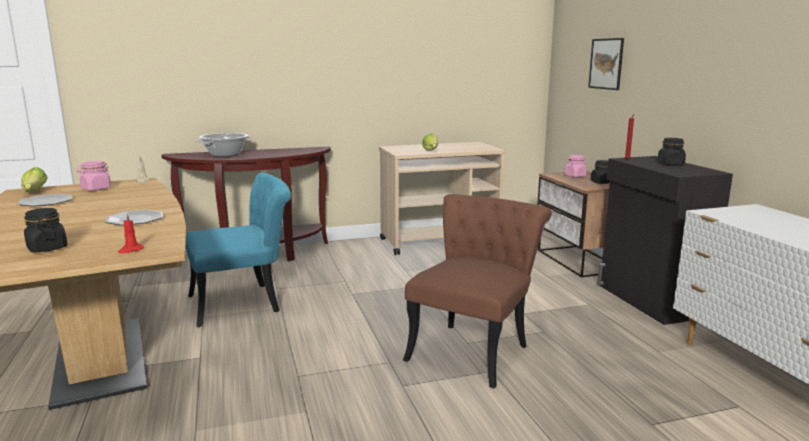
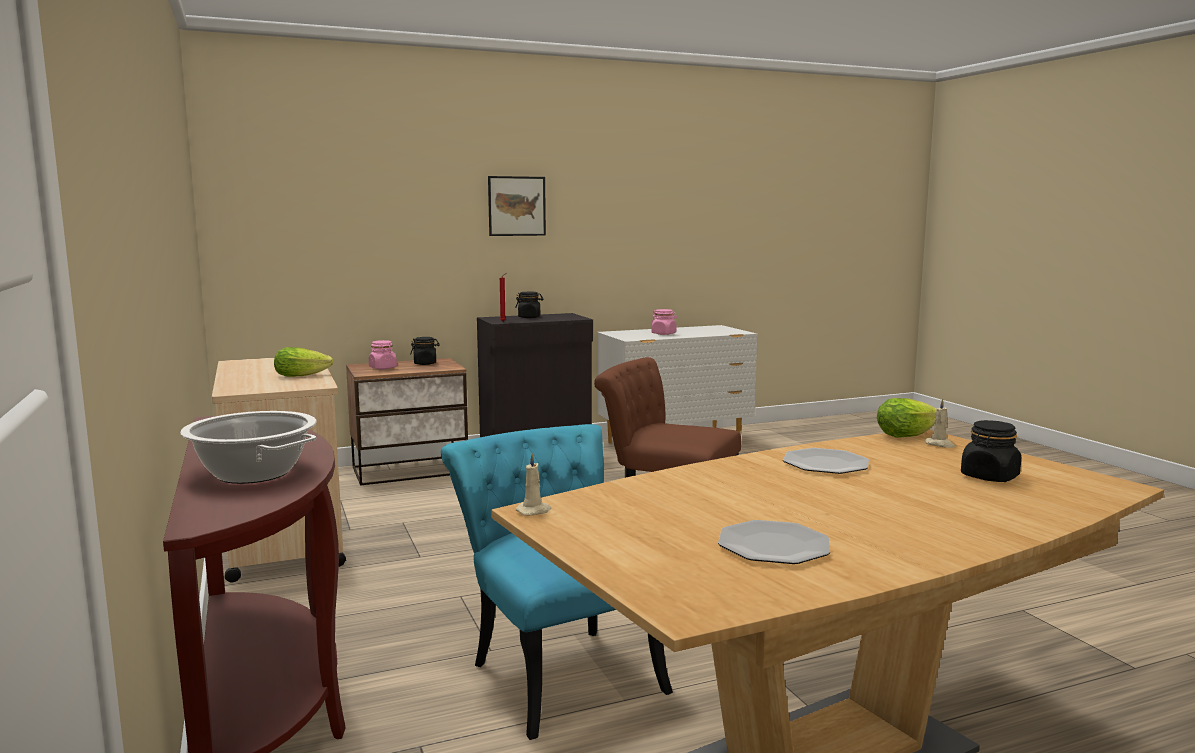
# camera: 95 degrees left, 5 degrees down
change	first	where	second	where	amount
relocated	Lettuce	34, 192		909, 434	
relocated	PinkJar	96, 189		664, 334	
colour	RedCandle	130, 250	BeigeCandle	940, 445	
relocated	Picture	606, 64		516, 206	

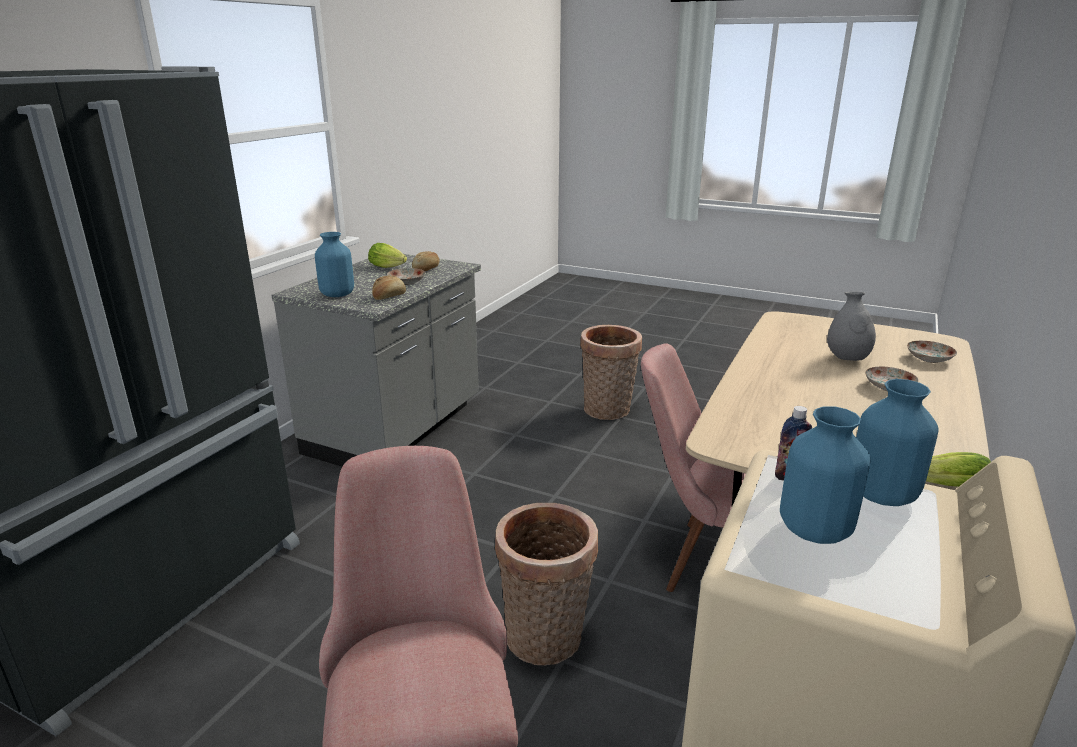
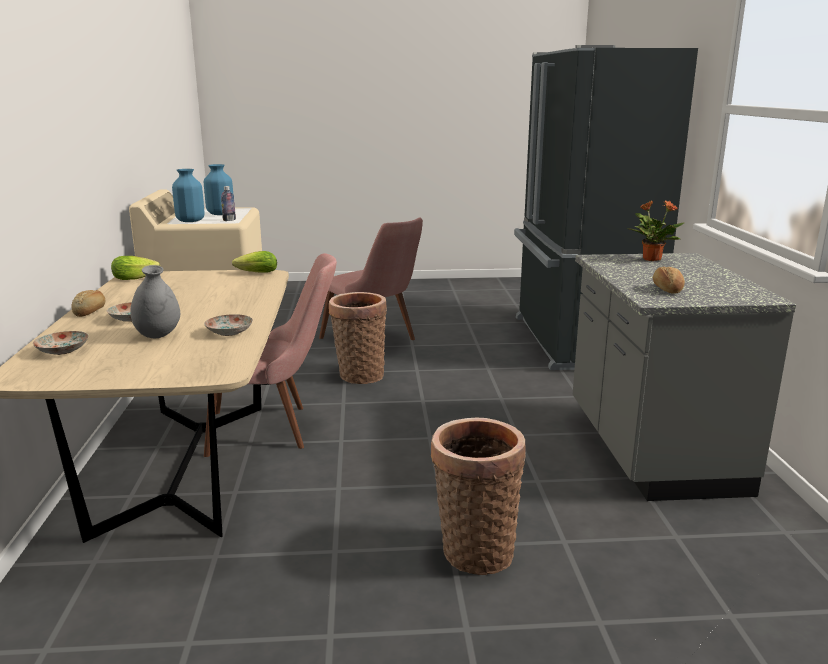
# camera: 150 degrees right, 5 degrees down
change	first	where	second	where	amount
exchanged	BlueVase	337, 294	PottedPlant	651, 259	
relocated	Lettuce	389, 267		255, 273	
relocated	Bread	389, 296		90, 311	
relocated	Plate	406, 282		230, 332	

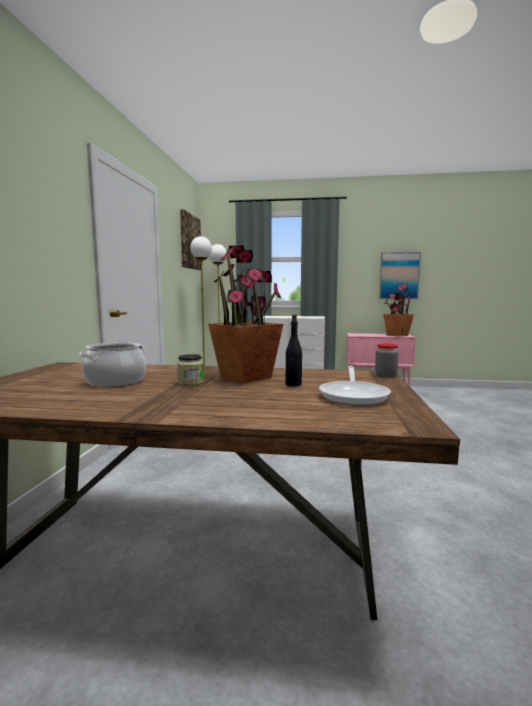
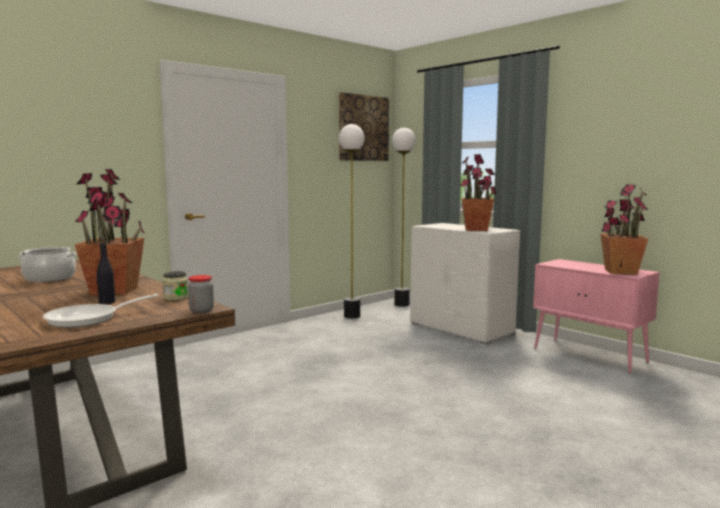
# camera: 40 degrees right, 0 degrees up
change	first	where	second	where	amount
relocated	Jar	190, 382		176, 298	
missing	Picture	399, 276			
appeared			PottedPlant	476, 229	

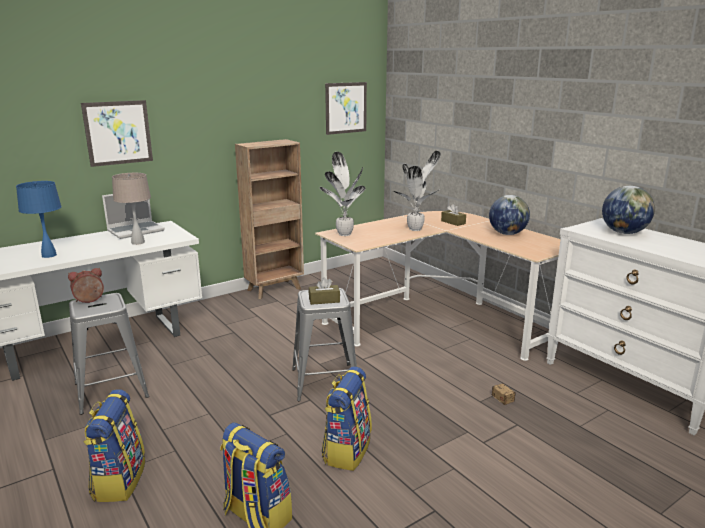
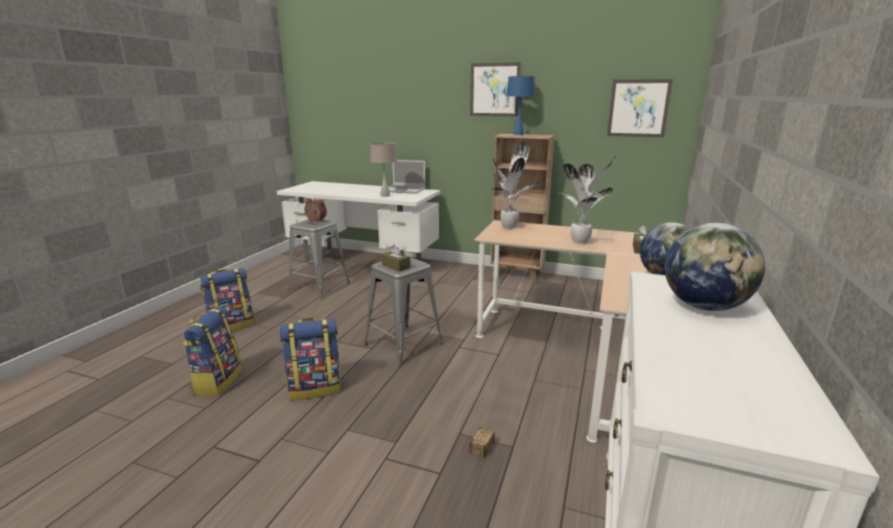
# camera: 55 degrees right, 0 degrees up
change	first	where	second	where	amount
relocated	BlueTableLamp	49, 255		518, 134	
relocated	Picture	118, 133		494, 89	

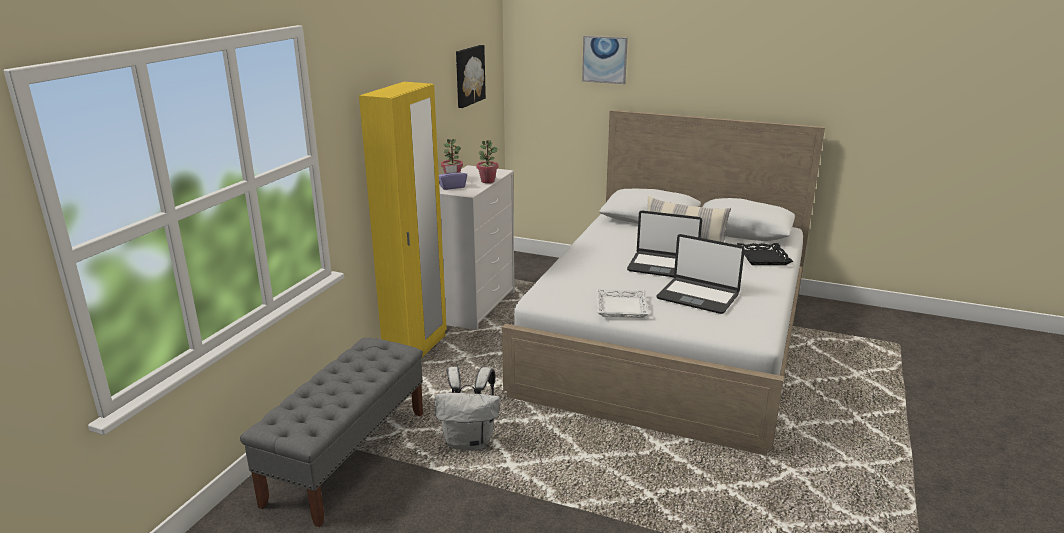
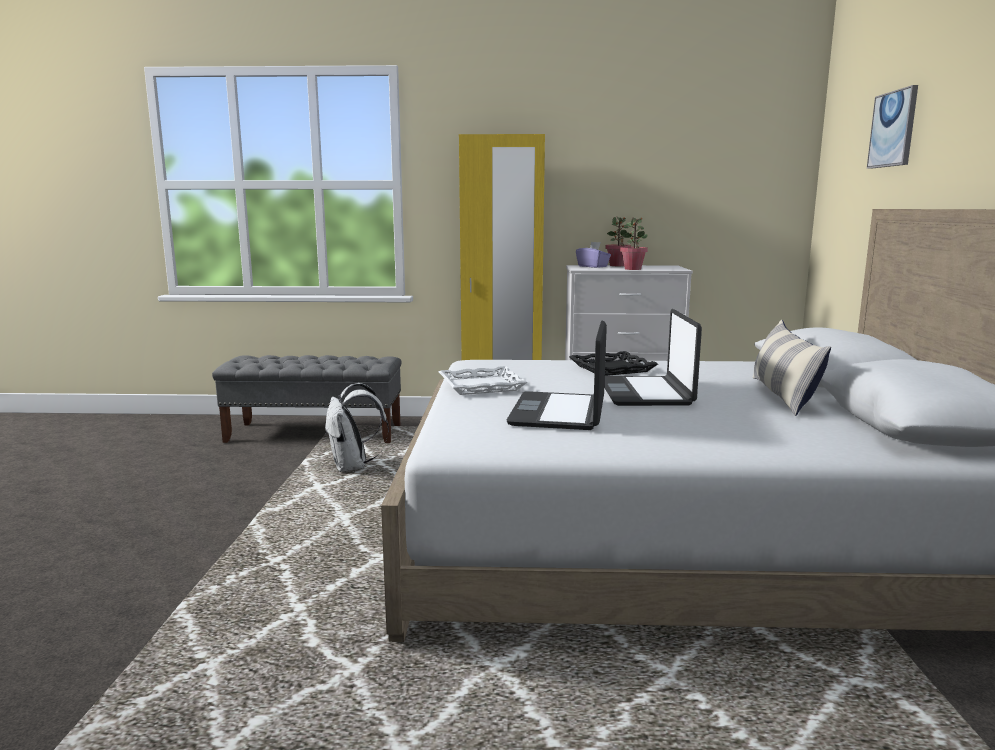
# camera: 70 degrees right, 10 degrees down
change	first	where	second	where	amount
missing	Picture	468, 75			
relocated	BlackTray	763, 258		612, 369	

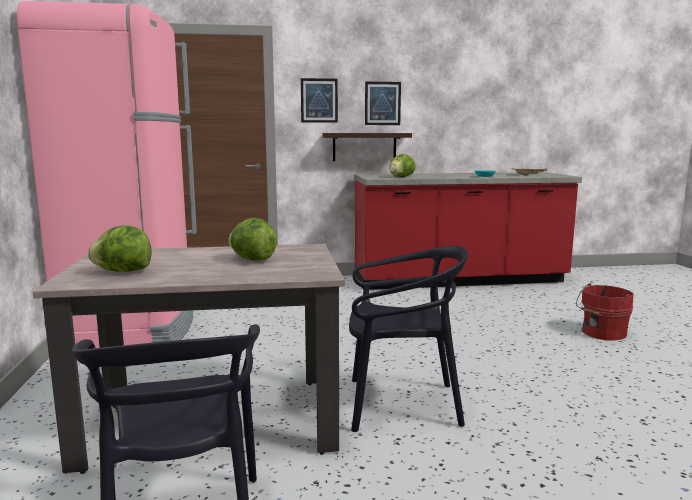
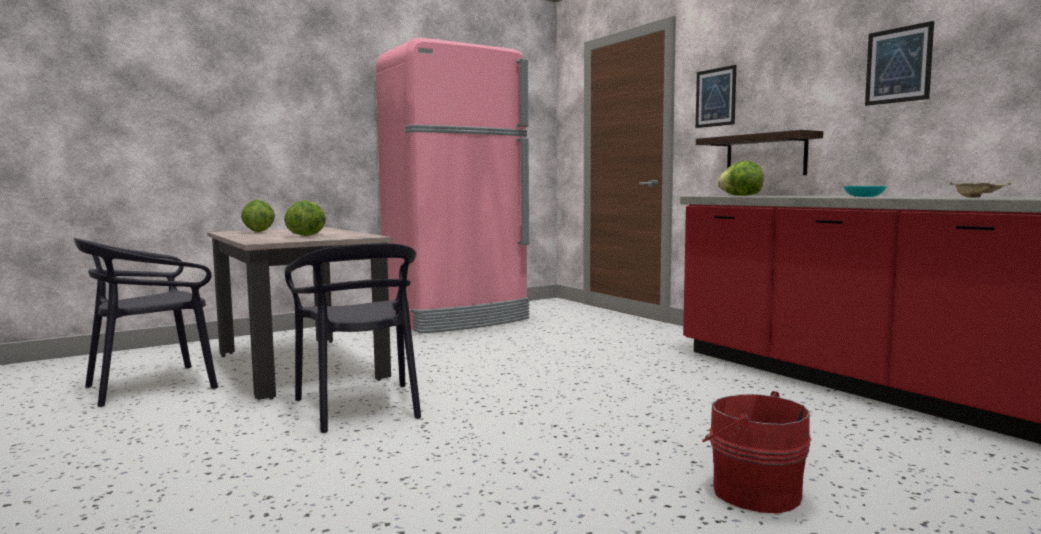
# camera: 65 degrees right, 5 degrees down
change	first	where	second	where	amount
relocated	Picture	382, 103		898, 65	

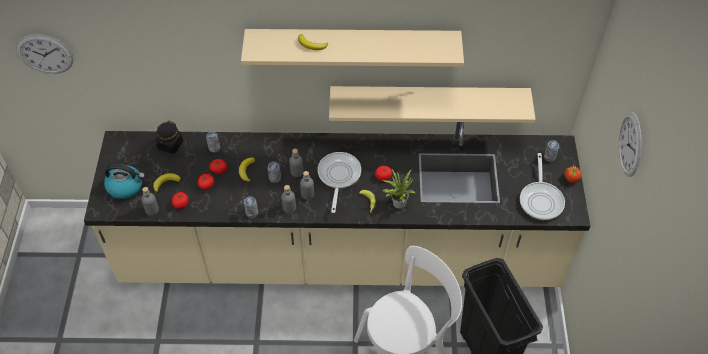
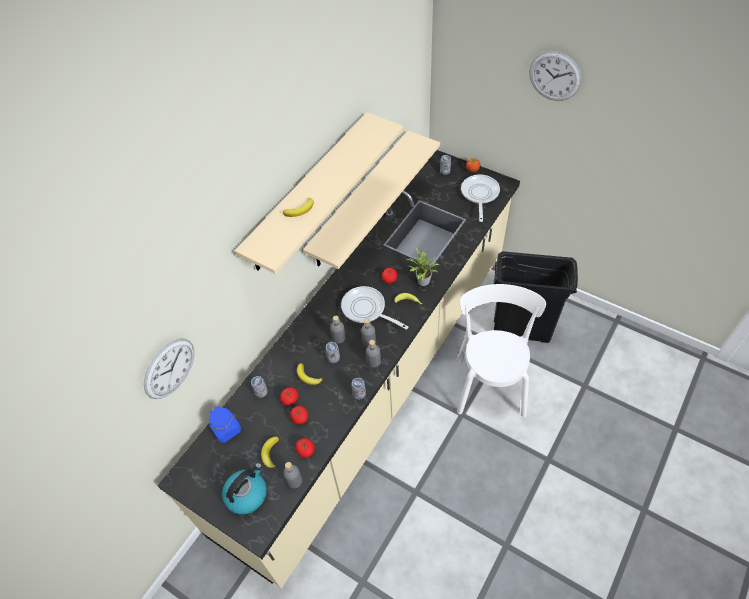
# camera: 55 degrees left, 0 degrees up
change	first	where	second	where	amount
relocated	WallClock	44, 54		169, 368	
colour	BlackJar	170, 145	BlueJar	226, 429	
spun	FryingPan	541, 199		479, 195	120 degrees counterclockwise

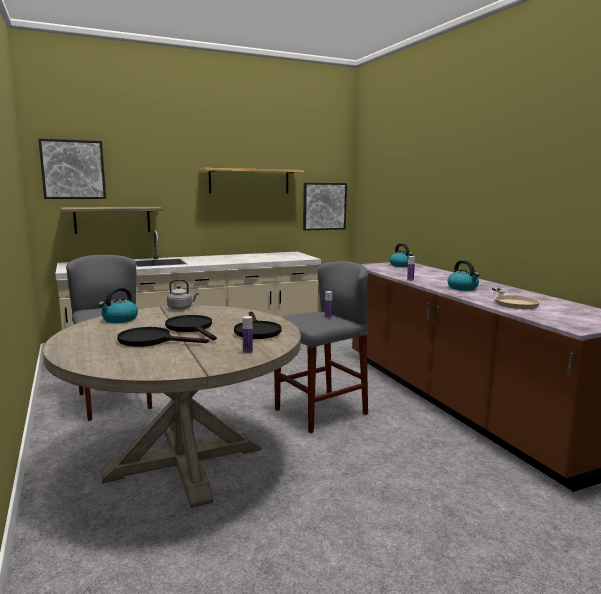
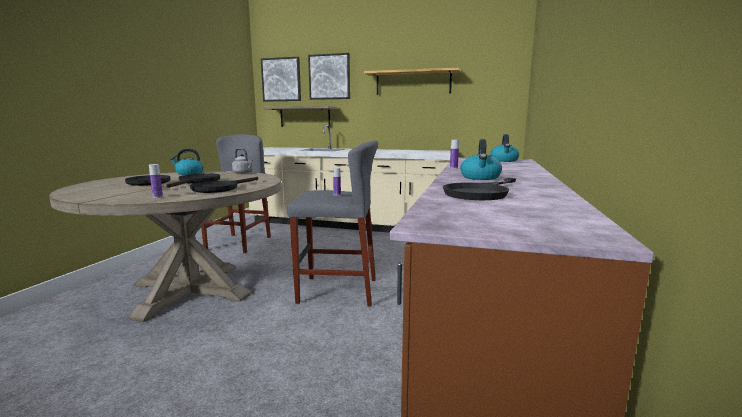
# camera: 40 degrees right, 0 degrees up
change	first	where	second	where	amount
relocated	Picture	324, 206		329, 77	
colour	BeigeFryingPan	513, 302	BlackFryingPan	481, 192	

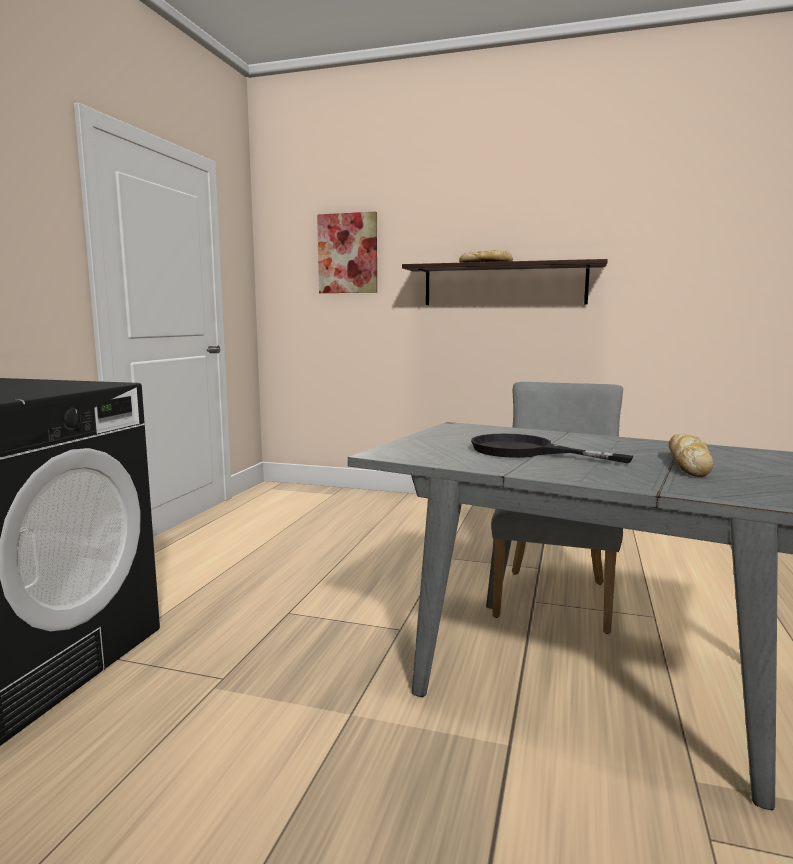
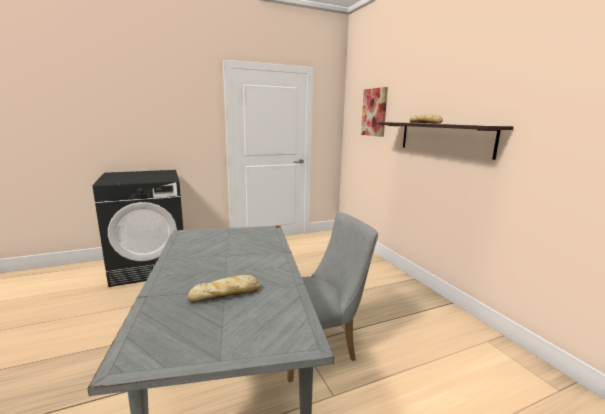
# camera: 50 degrees right, 5 degrees up
change	first	where	second	where	amount
missing	BlackFryingPan	525, 451			

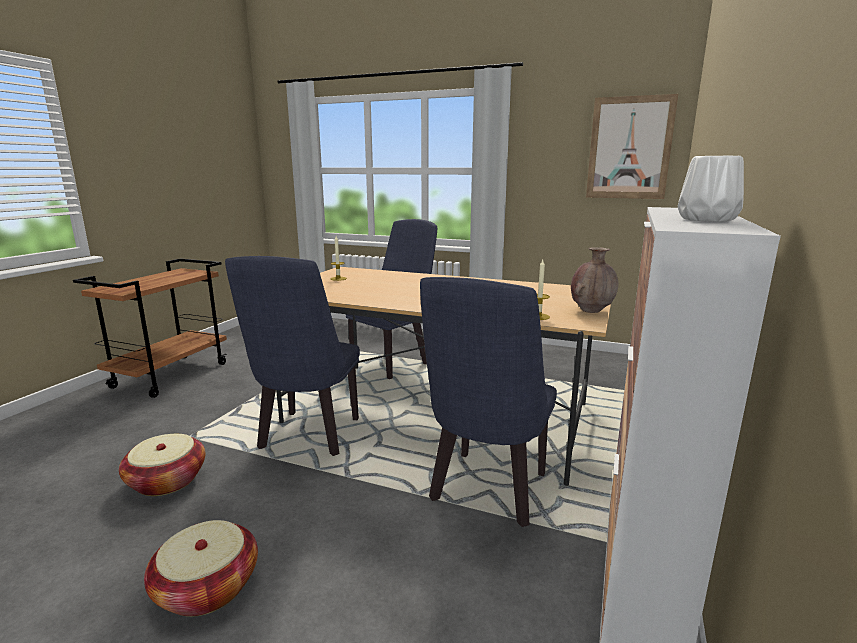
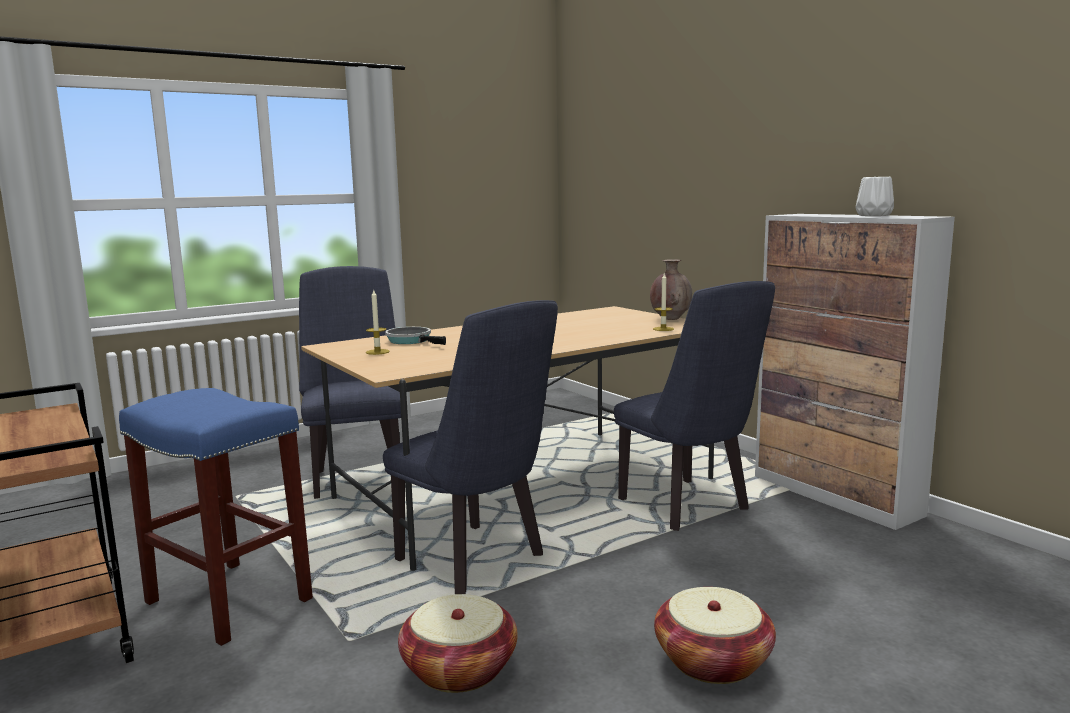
# camera: 55 degrees left, 5 degrees down
change	first	where	second	where	amount
missing	Picture	629, 148			
appeared			BlueStool	231, 601	
appeared			FryingPan	411, 341	

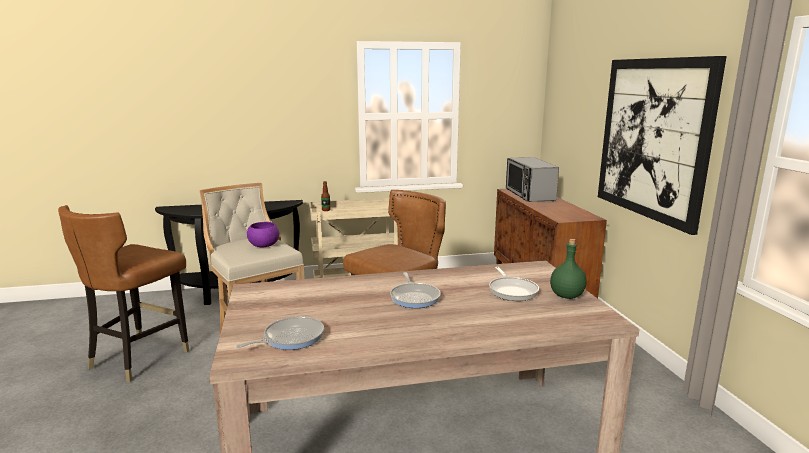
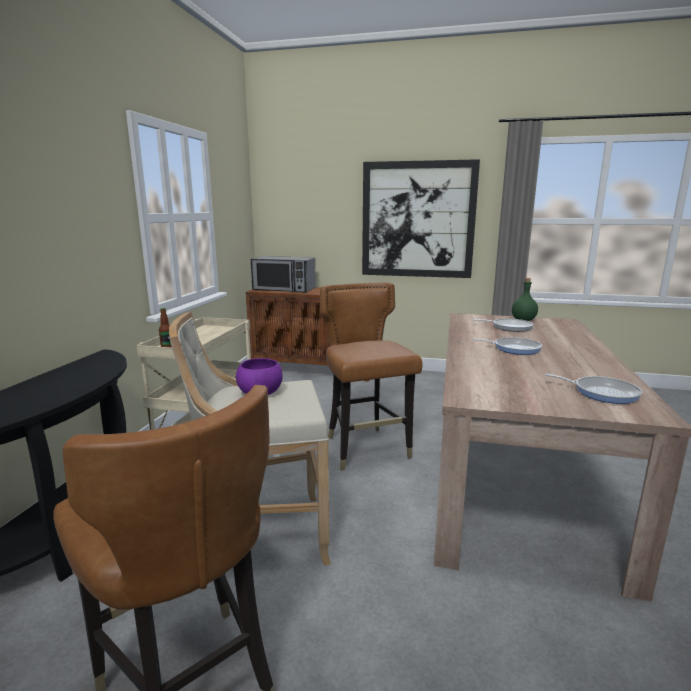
# camera: 65 degrees left, 0 degrees up
change	first	where	second	where	amount
spun	FryingPan	290, 338		602, 393	135 degrees clockwise

